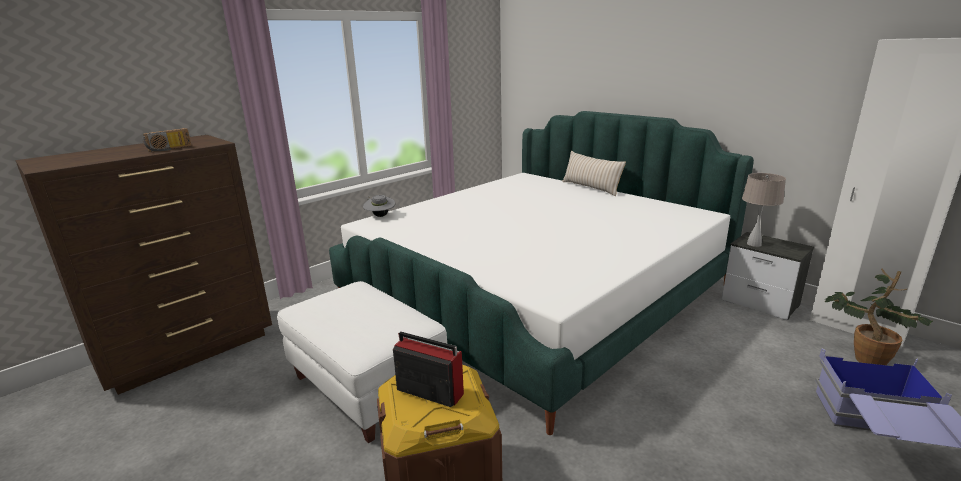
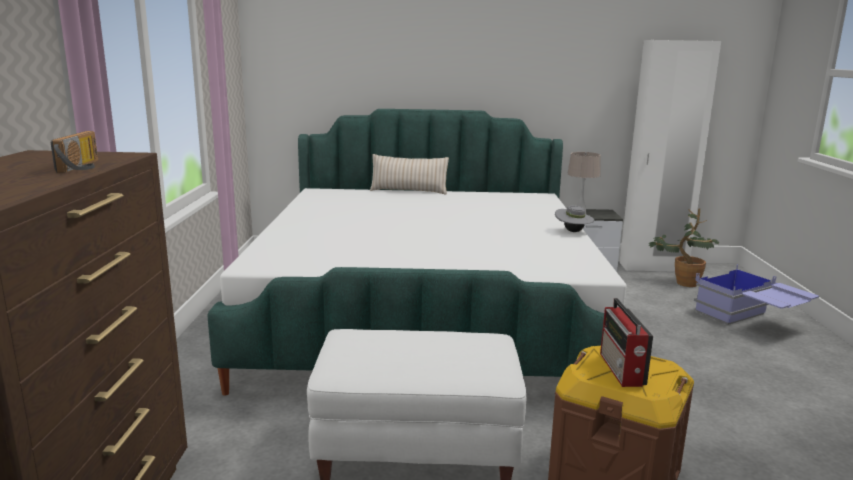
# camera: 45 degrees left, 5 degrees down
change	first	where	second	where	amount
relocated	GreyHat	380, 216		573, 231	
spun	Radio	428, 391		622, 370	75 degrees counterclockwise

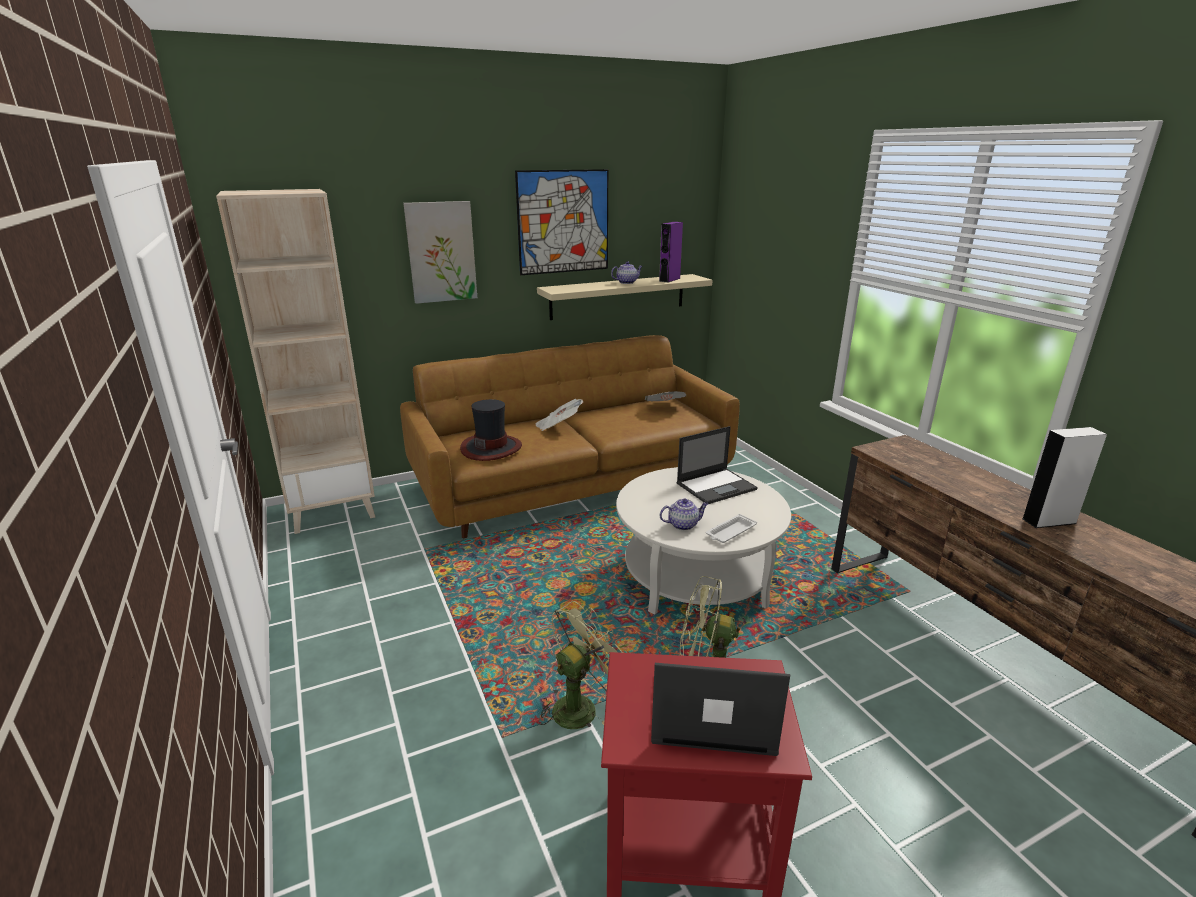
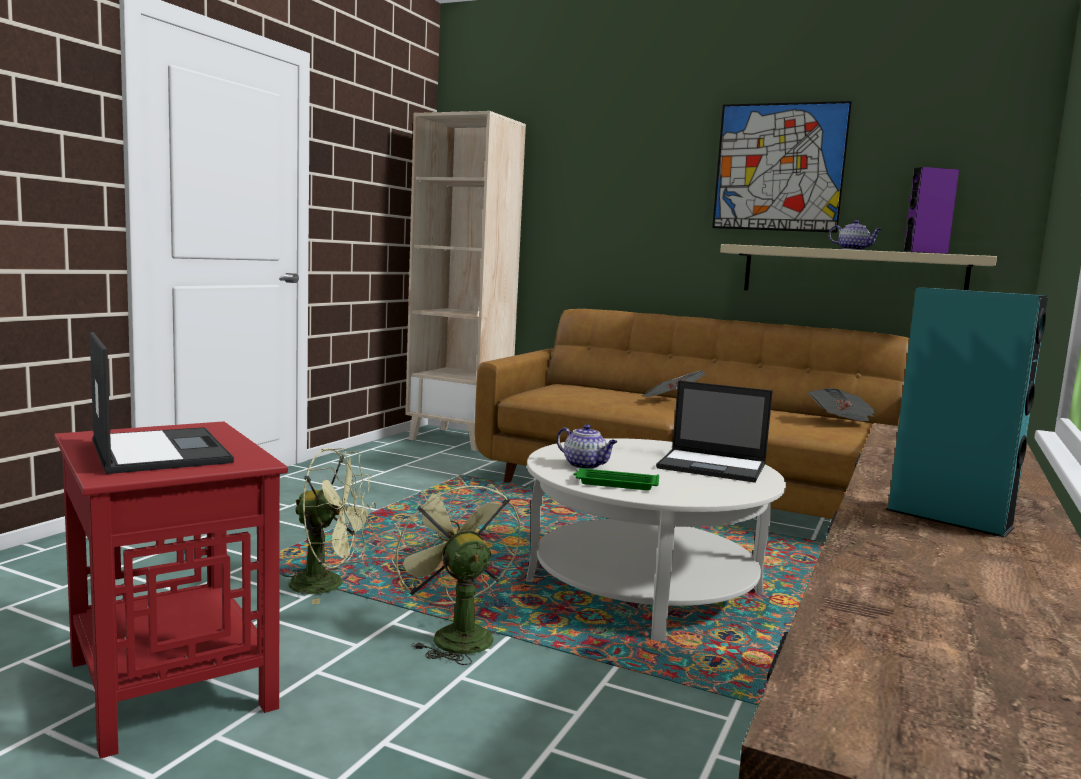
# camera: 50 degrees right, 15 degrees down
change	first	where	second	where	amount
missing	Picture	441, 252			
missing	Hat	491, 448			
colour	WhiteTray	730, 532	GreenTray	615, 484	
colour	WhiteSpeaker	1049, 521	TurquoiseSpeaker	948, 518	

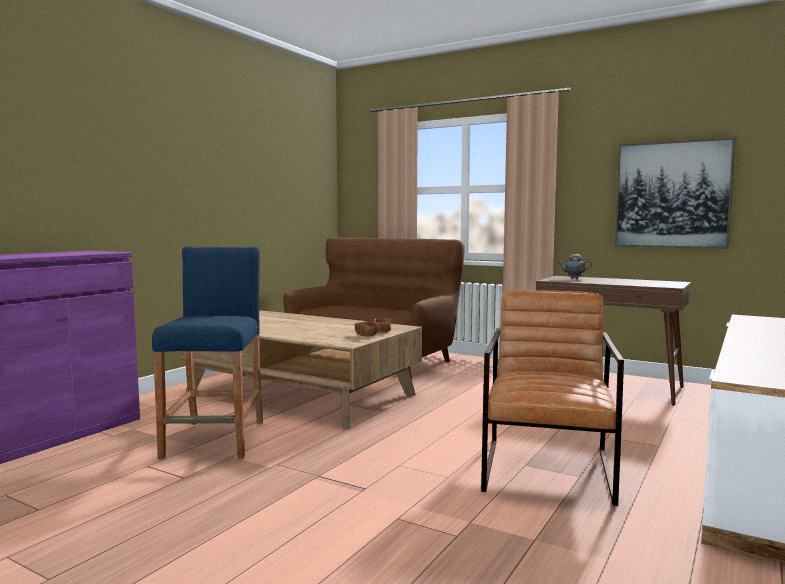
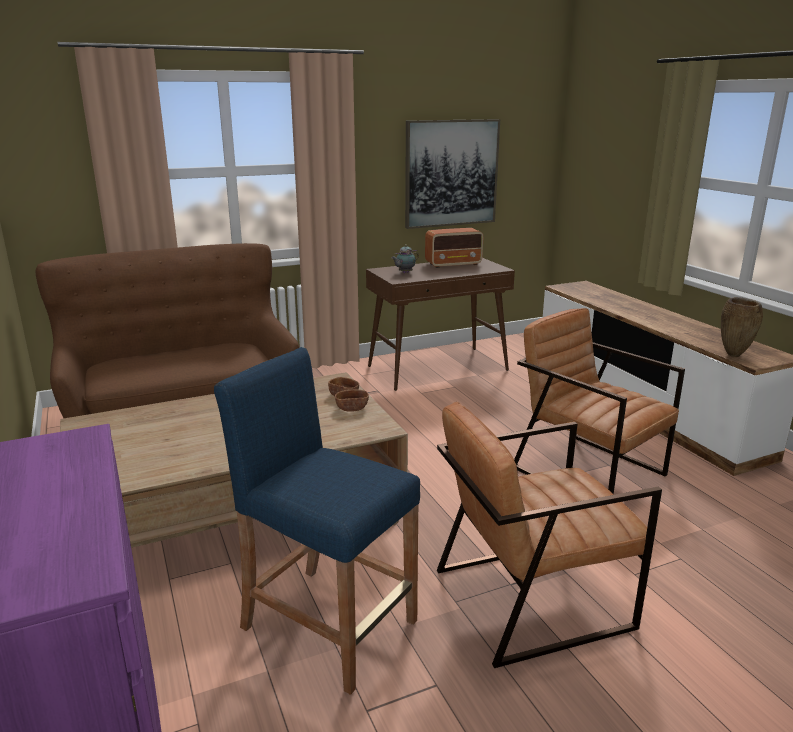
# camera: 55 degrees left, 15 degrees up
change	first	where	second	where	amount
appeared			Radio	454, 264	
appeared			BrownArmchair	531, 597	
appeared			BrownVase	734, 355	

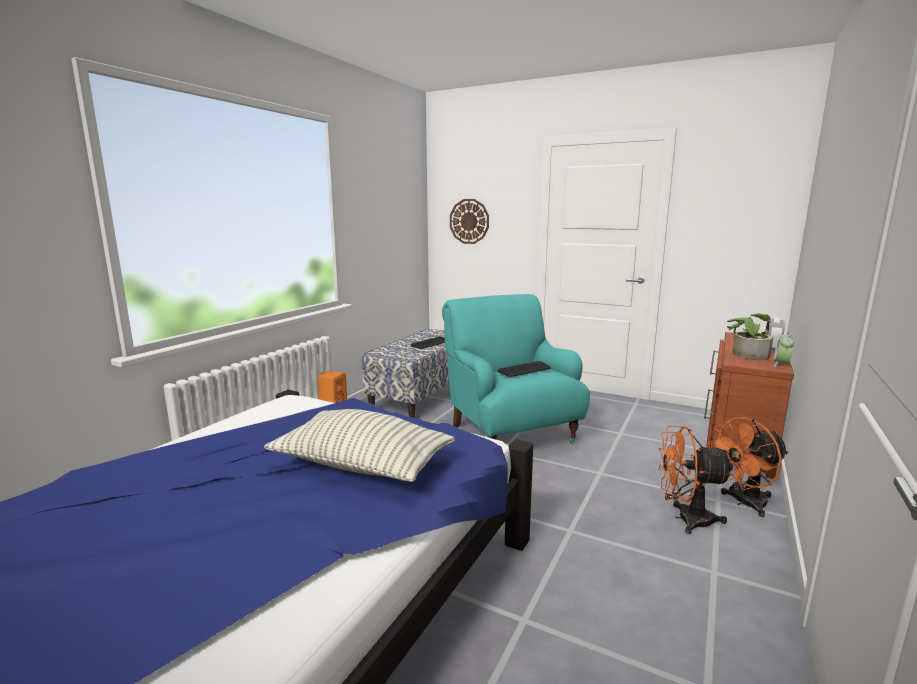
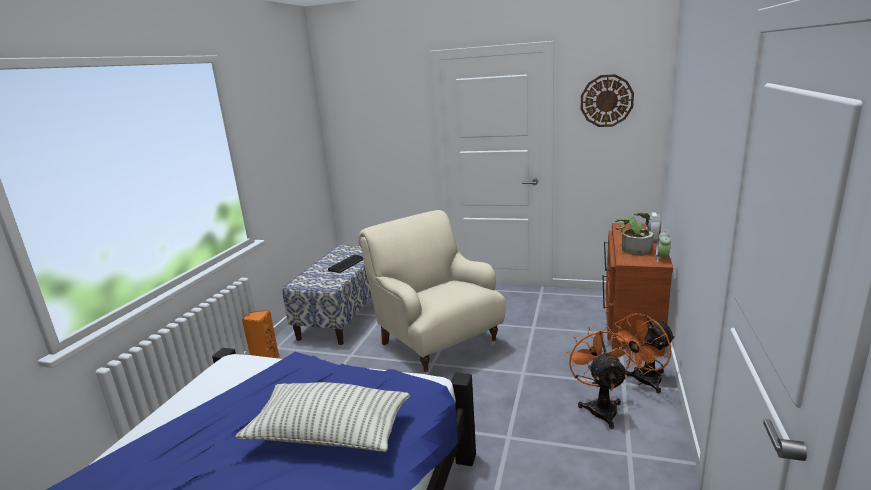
# camera: 10 degrees left, 5 degrees up
change	first	where	second	where	amount
colour	TurquoiseArmchair	510, 433	BeigeArmchair	437, 343	
relocated	WallClock	469, 221		606, 101	
missing	Keyboard	525, 370			
spun	OrangeFan	685, 519		600, 407	90 degrees clockwise

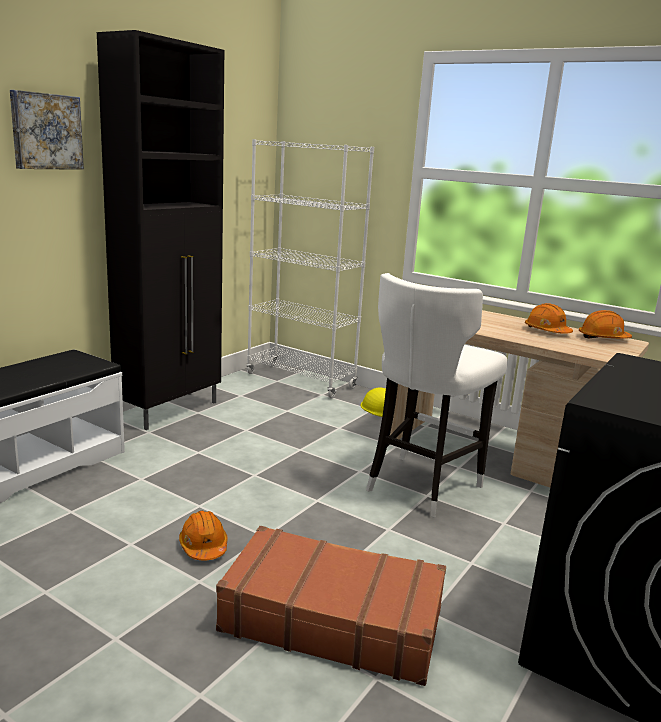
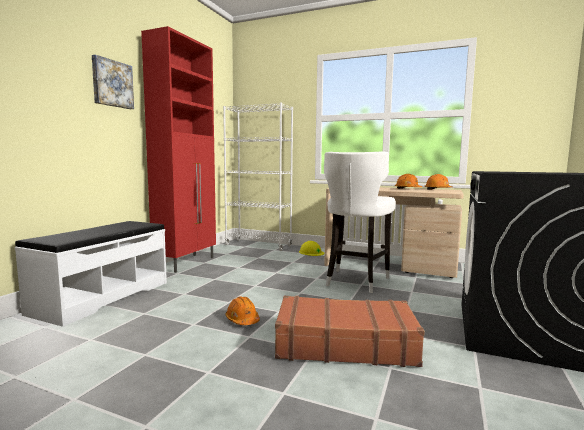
# camera: 10 degrees left, 10 degrees down
change	first	where	second	where	amount
colour	BlackCabinet	171, 410	RedCabinet	187, 263	

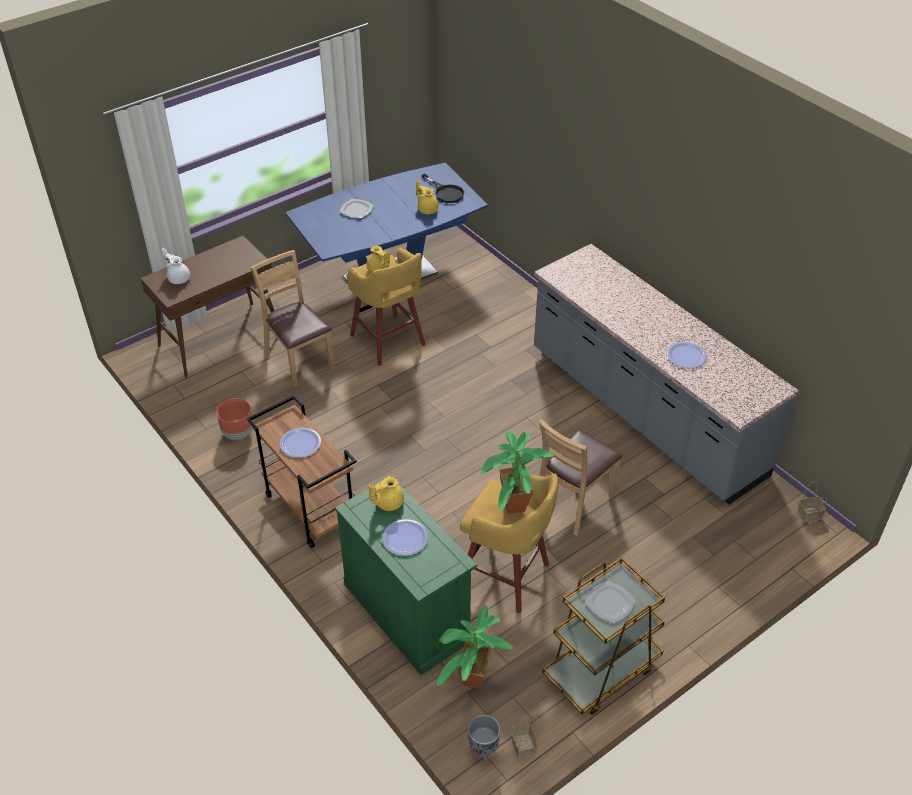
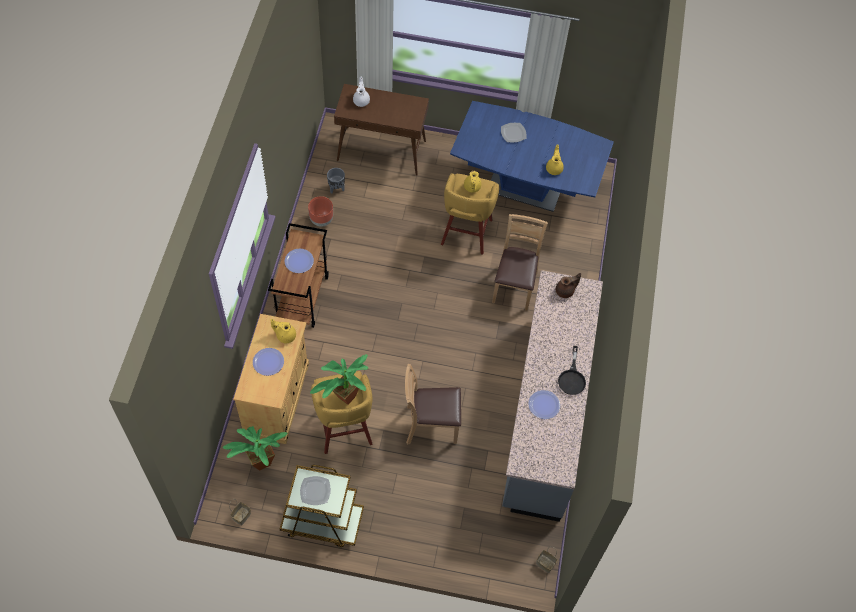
# camera: 45 degrees right, 15 degrees up
change	first	where	second	where	amount
relocated	BrownChair	299, 361		514, 287	
colour	GreenCabinet	407, 611	BeigeCabinet	277, 398	
relocated	BlackFryingPan	446, 192		572, 378	
relocated	GreyPlanter	483, 751		336, 189	
appeared			BrownTeapot	565, 291	

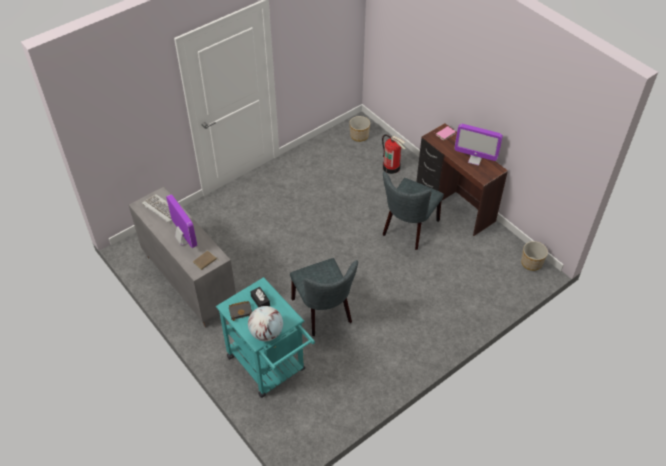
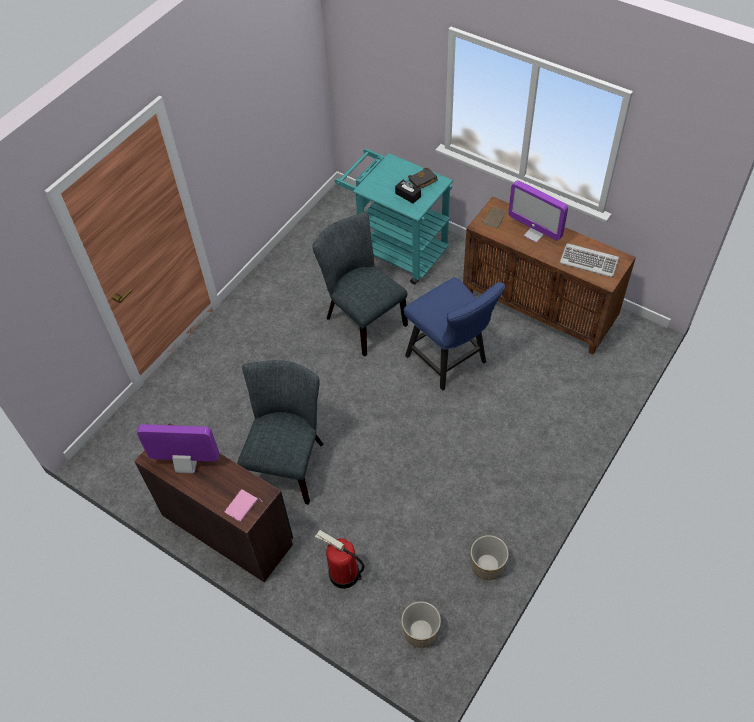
# camera: 165 degrees right, 5 degrees up
change	first	where	second	where	amount
colour	GreyCabinet	188, 282	BrownCabinet	539, 309	
missing	Globe	266, 333			
relocated	Planter	531, 263		487, 565	
appeared			BlueChair	450, 362	

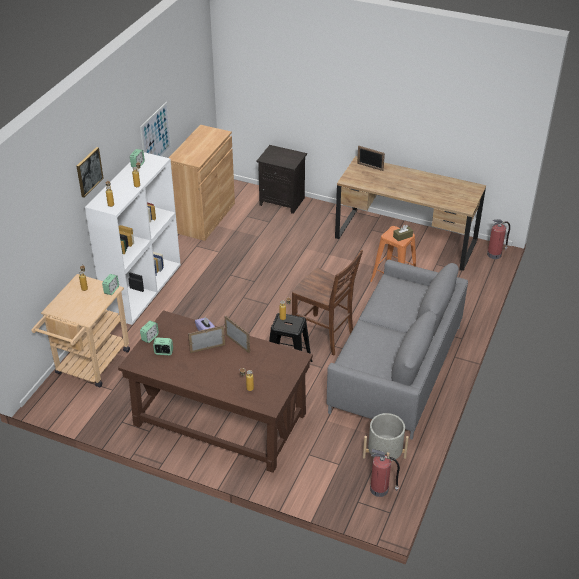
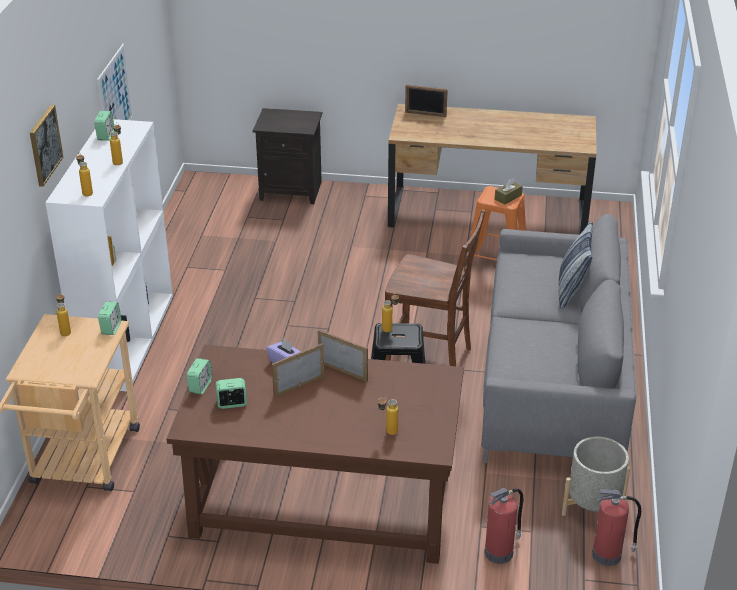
# camera: 15 degrees left, 5 degrees down
change	first	where	second	where	amount
missing	BrownCabinet	205, 217			
relocated	FireExtinguisher	495, 254		500, 552	
appeared			Pillow	572, 290	

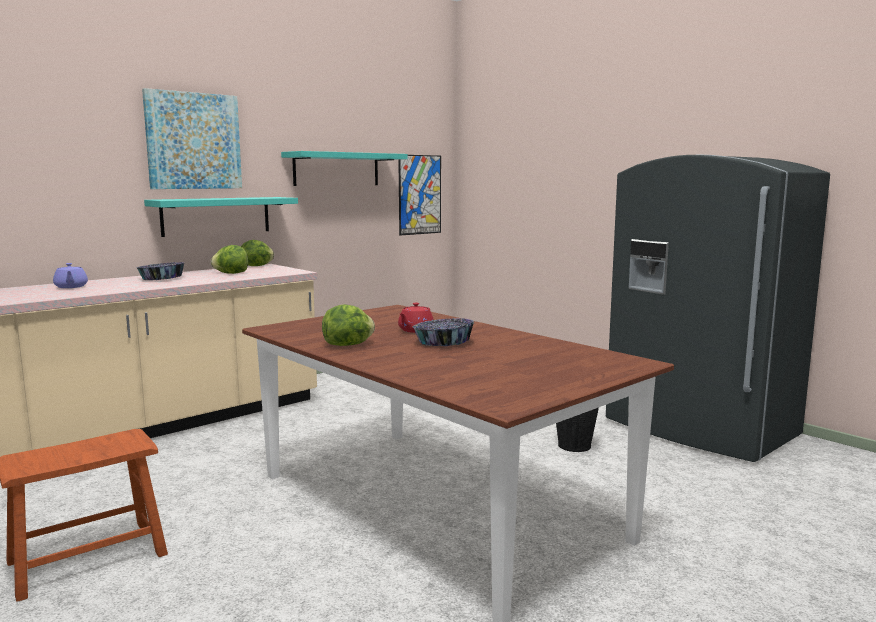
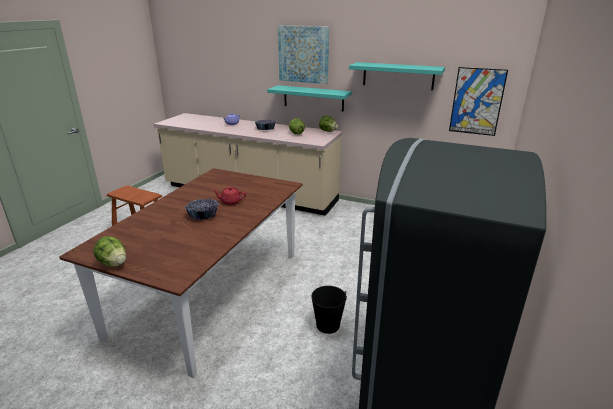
# camera: 65 degrees right, 15 degrees up
change	first	where	second	where	amount
relocated	Lettuce	348, 345		113, 263	

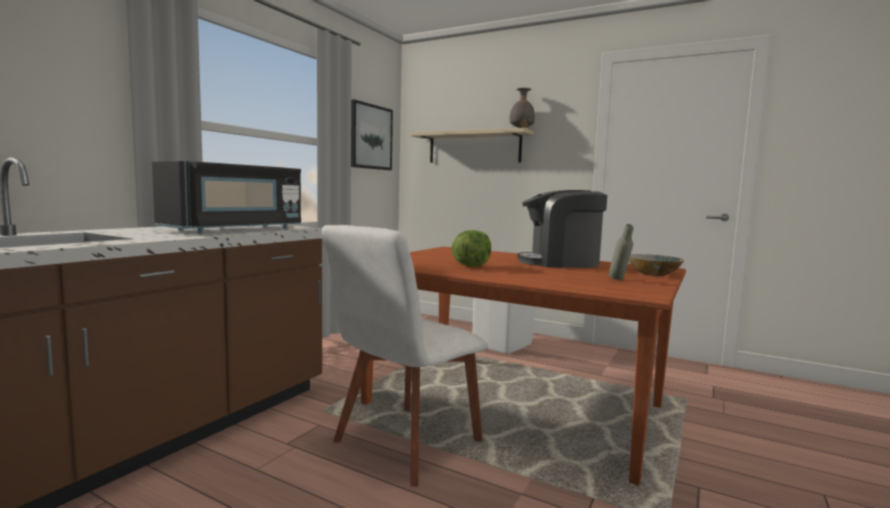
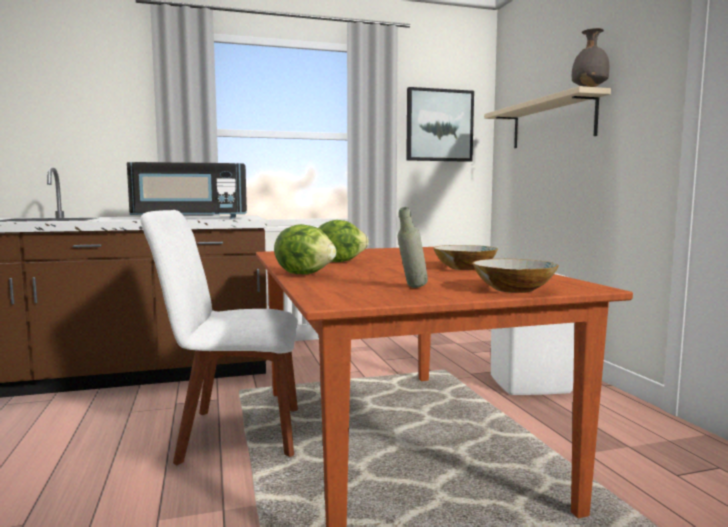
# camera: 45 degrees right, 0 degrees up
change	first	where	second	where	amount
exchanged	CoffeeMachine	560, 262	Bowl	464, 268	
appeared			Lettuce	305, 274	

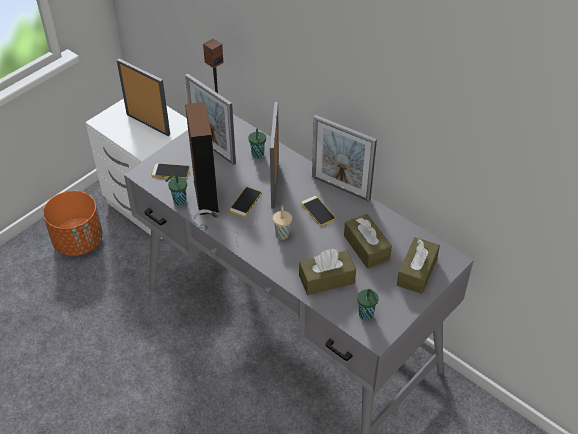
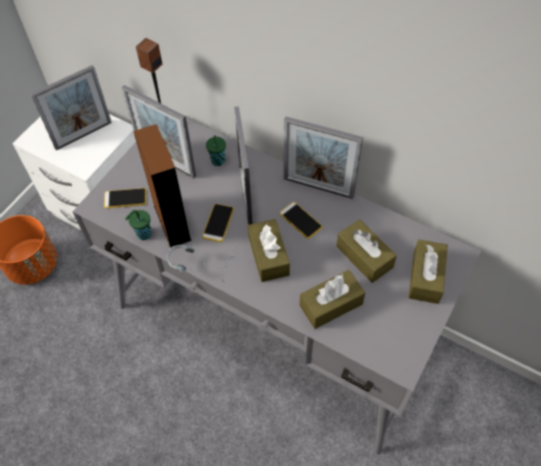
# camera: 10 degrees left, 10 degrees up
change	first	where	second	where	amount
spun	PictureFrame	148, 124		83, 135	120 degrees clockwise
exchanged	BeigeCup	282, 234	BrownTissueBox	268, 256	
missing	GreenCup	366, 315			

